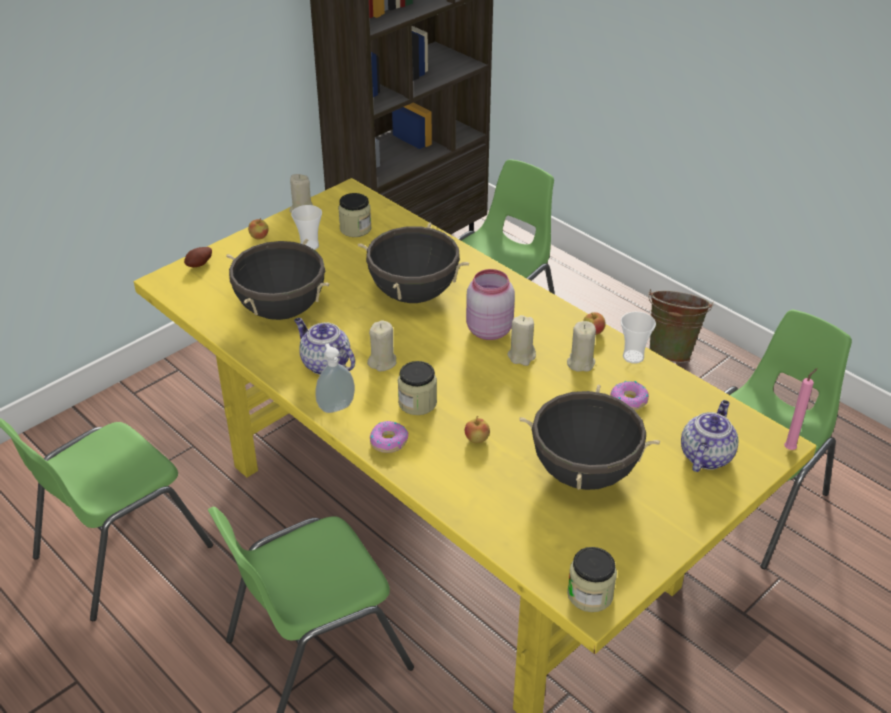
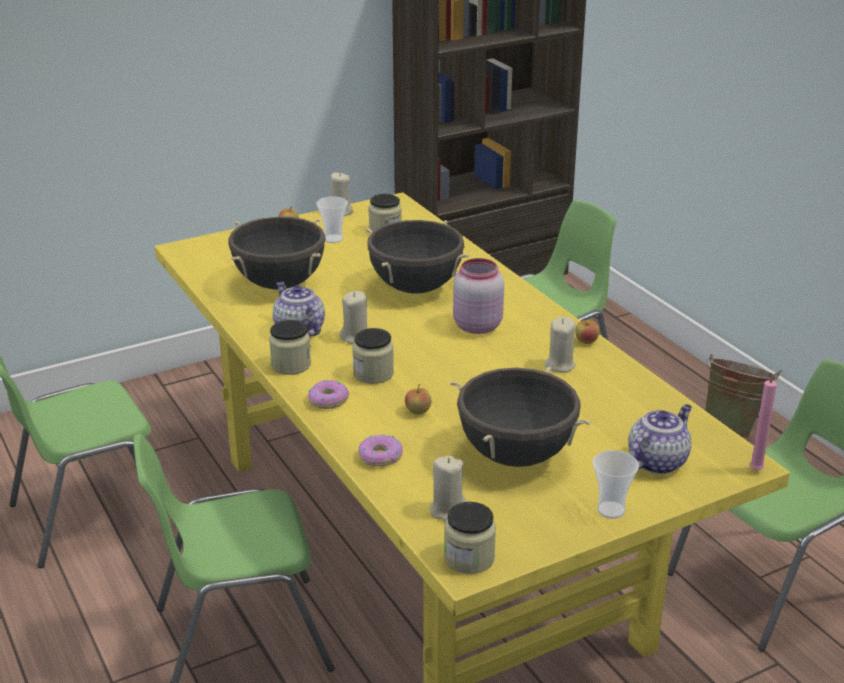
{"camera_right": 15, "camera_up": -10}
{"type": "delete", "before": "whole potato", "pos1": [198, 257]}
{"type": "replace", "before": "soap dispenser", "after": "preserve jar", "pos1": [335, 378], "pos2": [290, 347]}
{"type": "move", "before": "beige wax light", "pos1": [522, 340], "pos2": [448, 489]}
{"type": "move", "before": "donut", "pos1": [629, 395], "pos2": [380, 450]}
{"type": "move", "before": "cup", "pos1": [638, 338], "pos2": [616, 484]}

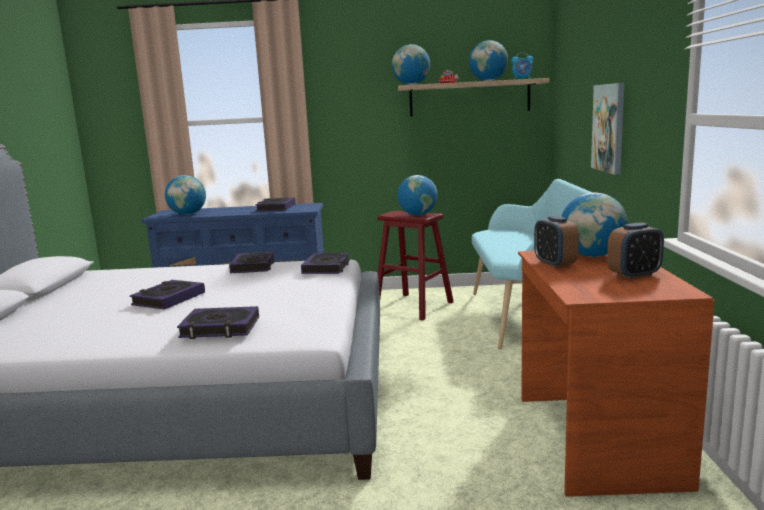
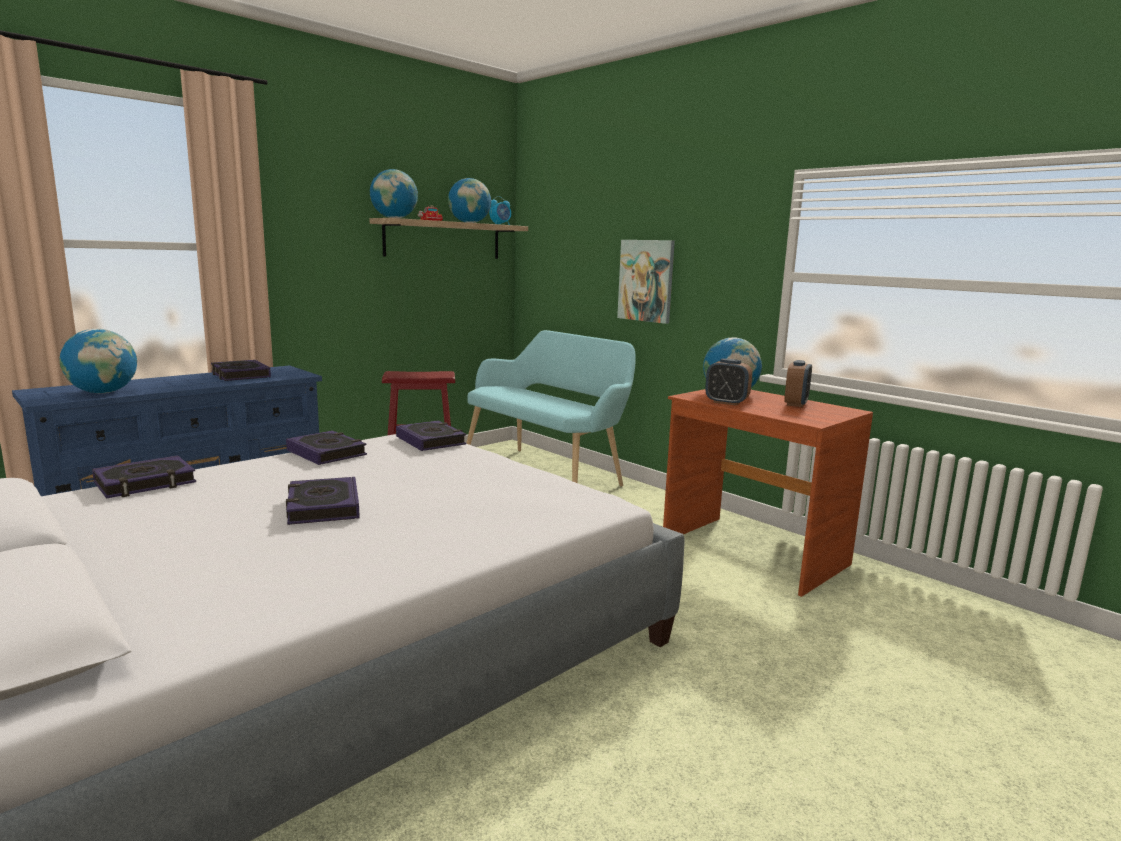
{"camera_right": -45, "camera_up": 0}
{"type": "move", "before": "book", "pos1": [218, 322], "pos2": [144, 476]}
{"type": "delete", "before": "world globe", "pos1": [417, 195]}

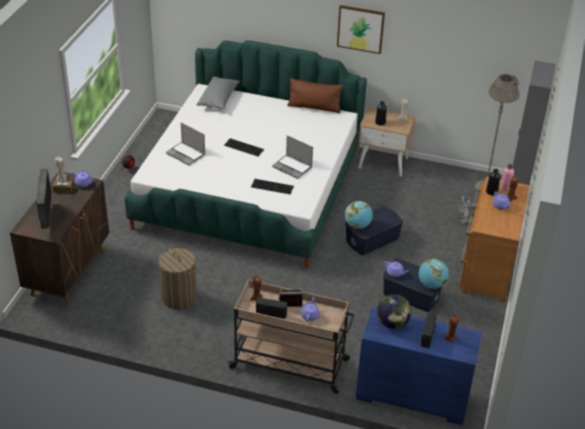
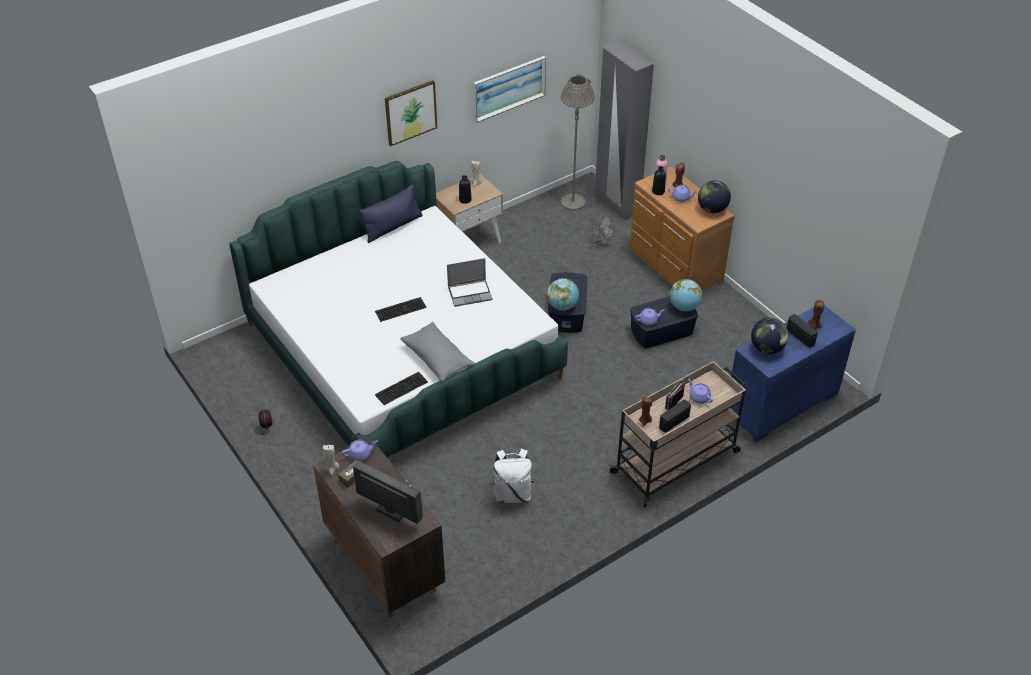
{"camera_right": -50, "camera_up": 5}
{"type": "replace", "before": "washing basket", "after": "white-coloured knapsack", "pos1": [178, 279], "pos2": [512, 476]}
{"type": "delete", "before": "notebook computer", "pos1": [185, 144]}
{"type": "move", "before": "gray throw pillow", "pos1": [218, 93], "pos2": [437, 352]}
{"type": "move", "before": "PC keyboard", "pos1": [272, 187], "pos2": [401, 388]}
{"type": "recolor", "before": "brown-coloured throw pillow", "after": "blue-coloured throw pillow", "pos1": [315, 95], "pos2": [391, 213]}
{"type": "insert", "after": "wall art", "pos2": [509, 89]}
{"type": "insert", "after": "world globe", "pos2": [714, 197]}

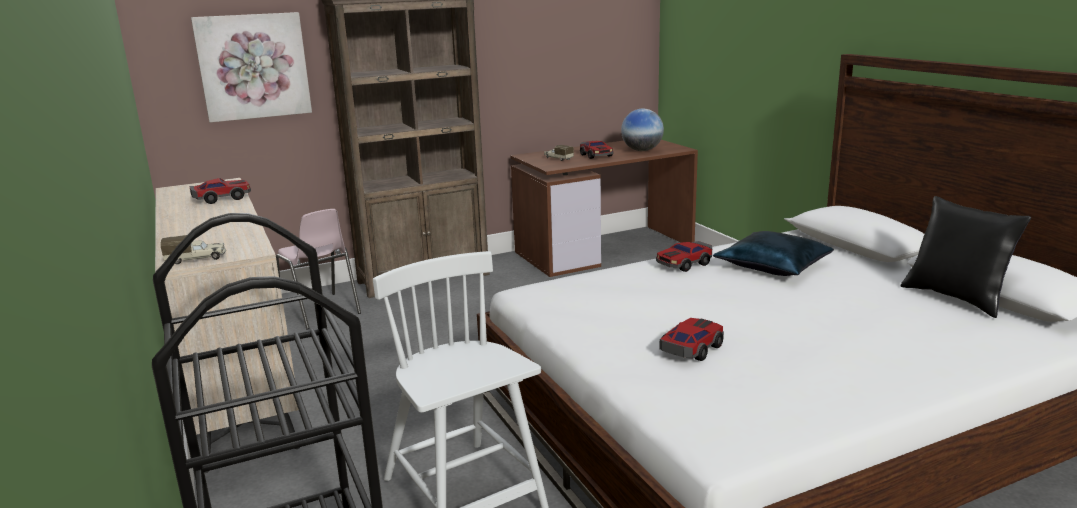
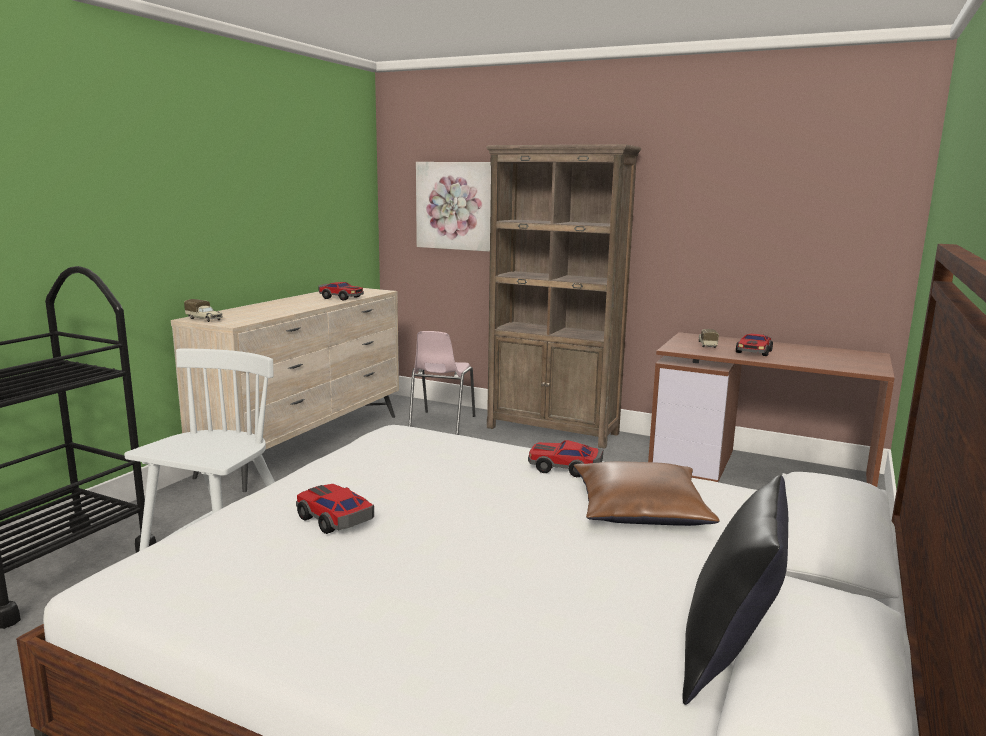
{"camera_right": 50, "camera_up": -5}
{"type": "delete", "before": "world globe", "pos1": [642, 130]}
{"type": "rotate", "before": "model car", "pos1": [692, 339], "pos2": [335, 509], "turn": -135}
{"type": "recolor", "before": "blue-coloured throw pillow", "after": "brown-coloured throw pillow", "pos1": [773, 253], "pos2": [646, 493]}

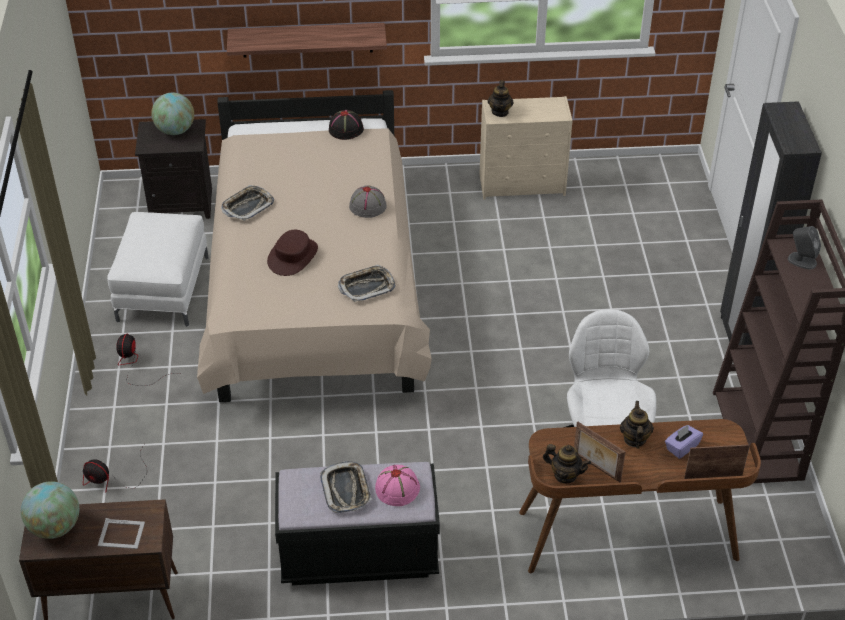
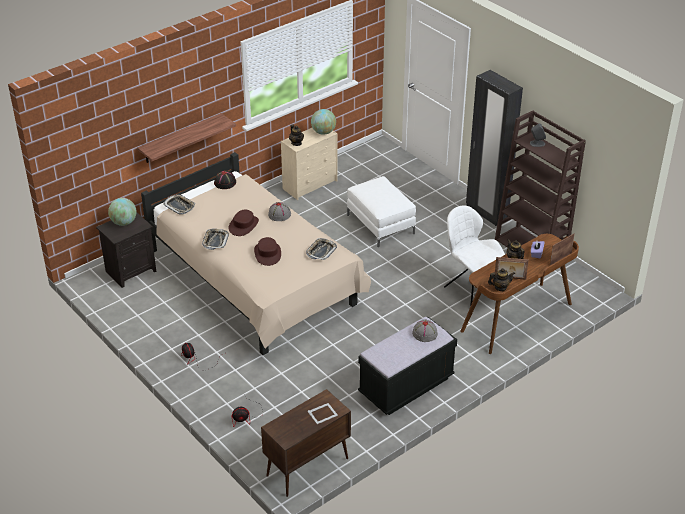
{"camera_right": -35, "camera_up": -5}
{"type": "move", "before": "world globe", "pos1": [50, 510], "pos2": [323, 122]}
{"type": "move", "before": "white-coloured footrest", "pos1": [158, 269], "pos2": [381, 211]}
{"type": "move", "before": "carrying tray", "pos1": [346, 487], "pos2": [179, 204]}
{"type": "recolor", "before": "pink-coloured clothing hat", "after": "gray clothing hat", "pos1": [397, 485], "pos2": [425, 331]}
{"type": "insert", "after": "brown-coloured clothing hat", "pos2": [244, 222]}

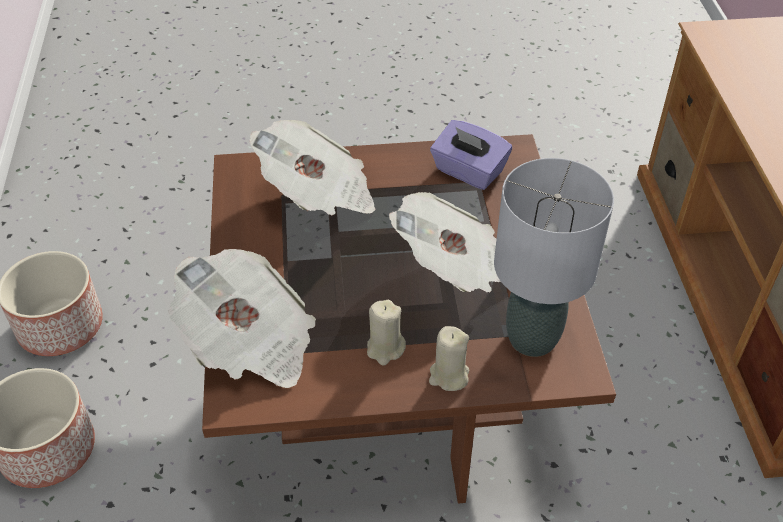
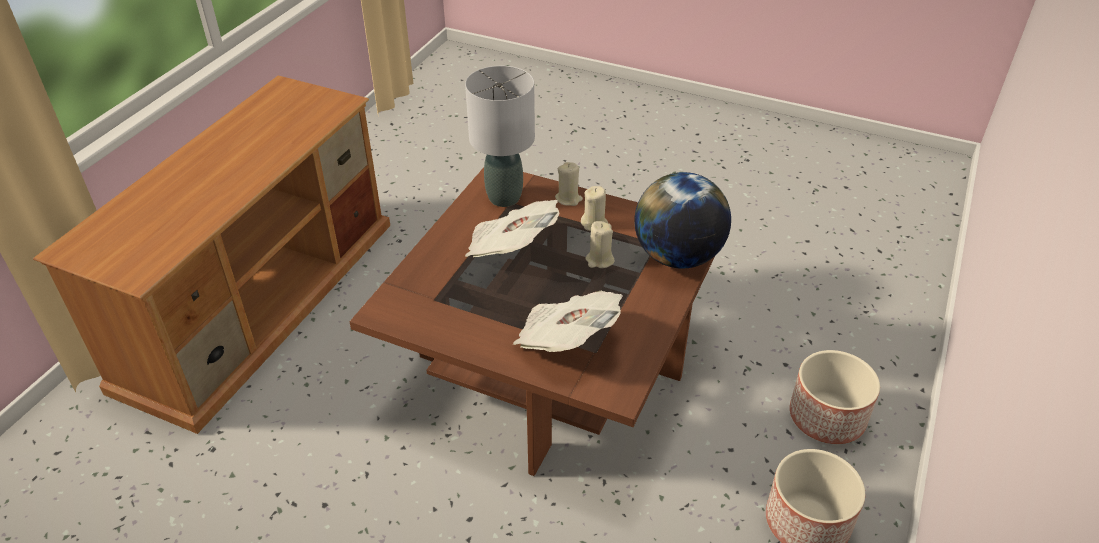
{"camera_right": -150, "camera_up": -5}
{"type": "replace", "before": "newspaper", "after": "world globe", "pos1": [242, 318], "pos2": [682, 220]}
{"type": "delete", "before": "purple-coloured box of tissues", "pos1": [471, 155]}
{"type": "insert", "after": "beige wax light", "pos2": [600, 244]}

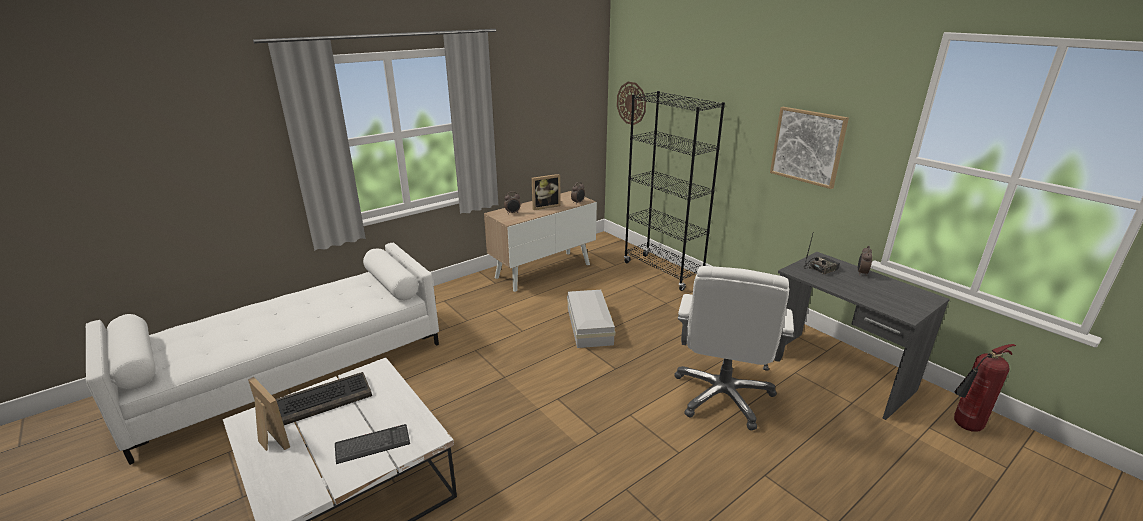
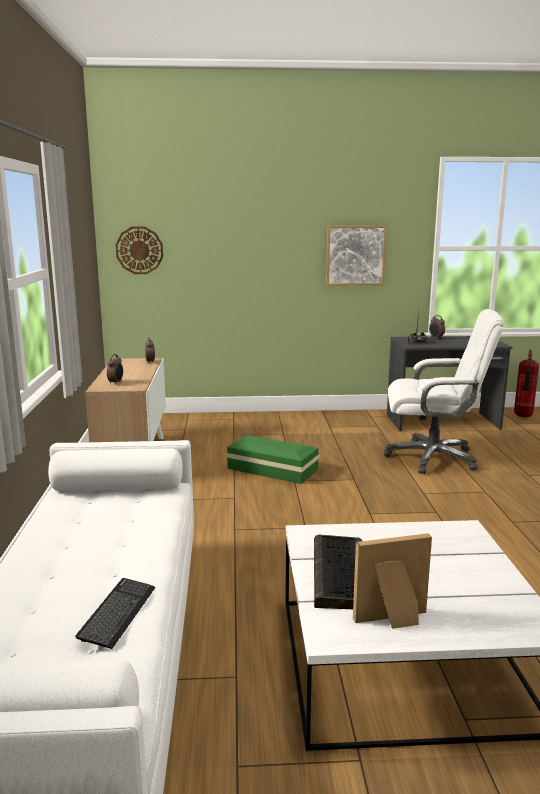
{"camera_right": -55, "camera_up": -10}
{"type": "move", "before": "PC keyboard", "pos1": [372, 444], "pos2": [115, 613]}
{"type": "delete", "before": "picture frame", "pos1": [546, 192]}
{"type": "recolor", "before": "white-coloured storage box", "after": "green storage box", "pos1": [591, 319], "pos2": [273, 459]}
{"type": "delete", "before": "black shelving unit", "pos1": [674, 191]}
{"type": "rotate", "before": "white-coloured computer chair", "pos1": [734, 348], "pos2": [444, 391], "turn": -45}

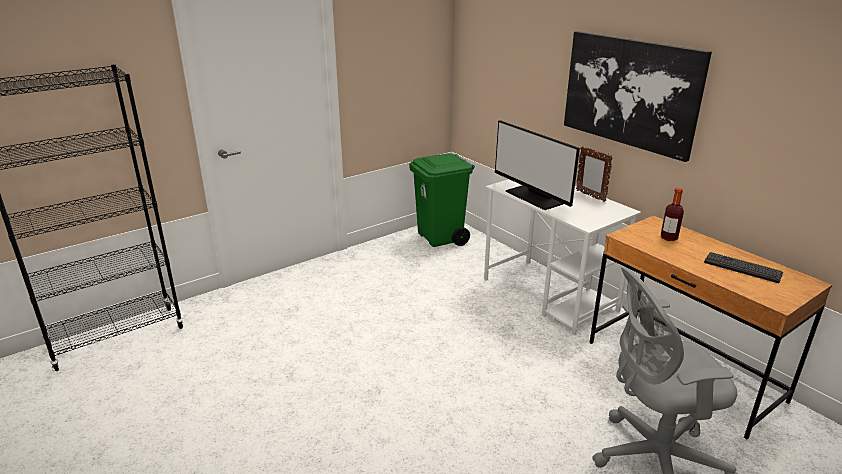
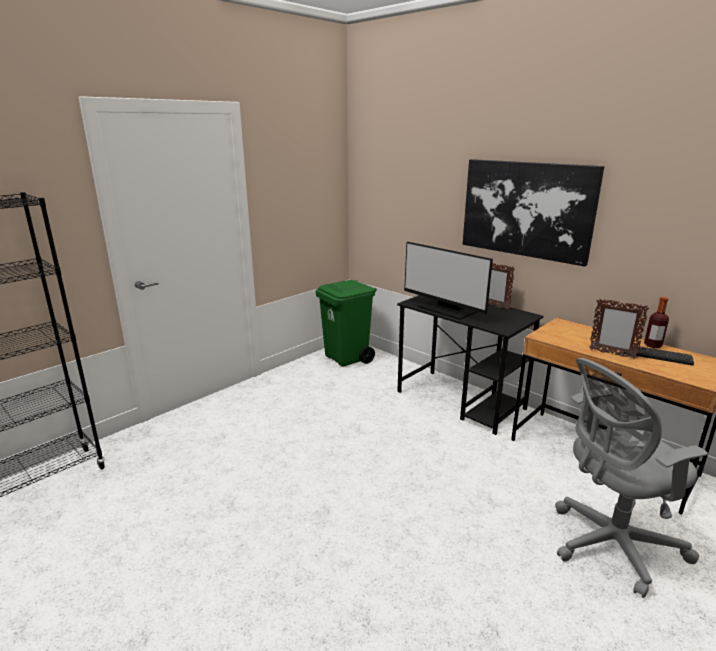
{"camera_right": -10, "camera_up": -5}
{"type": "recolor", "before": "white-coloured desk table", "after": "black desk table", "pos1": [562, 257], "pos2": [470, 365]}
{"type": "move", "before": "drink bottle", "pos1": [672, 214], "pos2": [656, 322]}
{"type": "insert", "after": "picture frame", "pos2": [619, 329]}

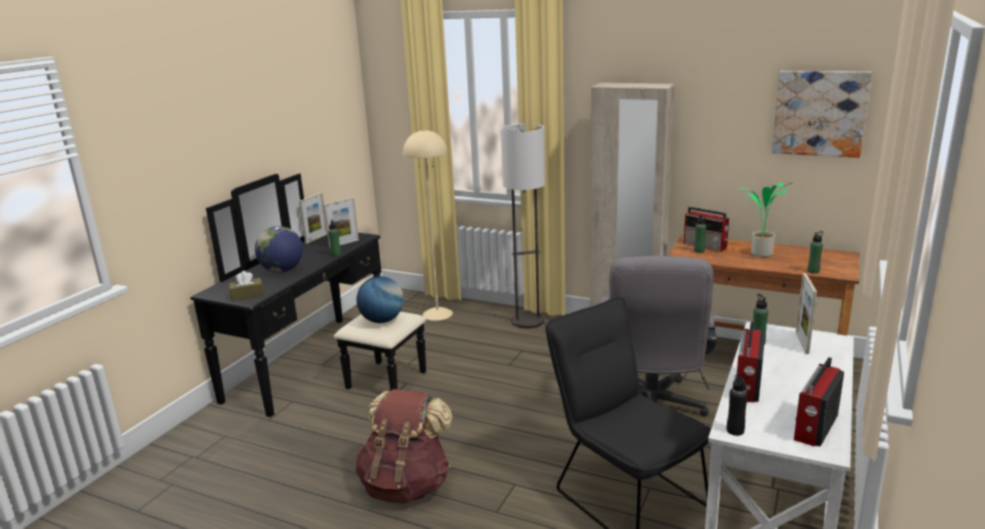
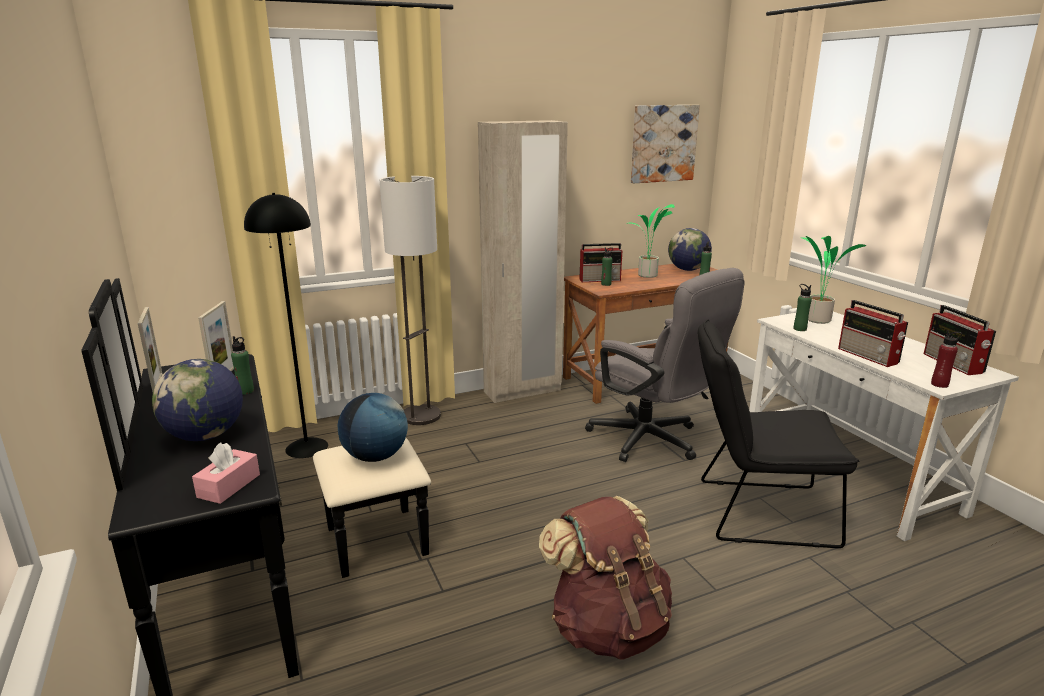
{"camera_right": -50, "camera_up": 0}
{"type": "recolor", "before": "brown-coloured box of tissues", "after": "pink-coloured box of tissues", "pos1": [246, 286], "pos2": [226, 473]}
{"type": "recolor", "before": "beige floor lamp", "after": "black floor lamp", "pos1": [428, 225], "pos2": [286, 325]}
{"type": "recolor", "before": "black drink bottle", "after": "red-coloured drink bottle", "pos1": [737, 404], "pos2": [946, 359]}
{"type": "replace", "before": "picture frame", "after": "houseplant", "pos1": [806, 313], "pos2": [834, 280]}
{"type": "insert", "after": "world globe", "pos2": [690, 249]}

